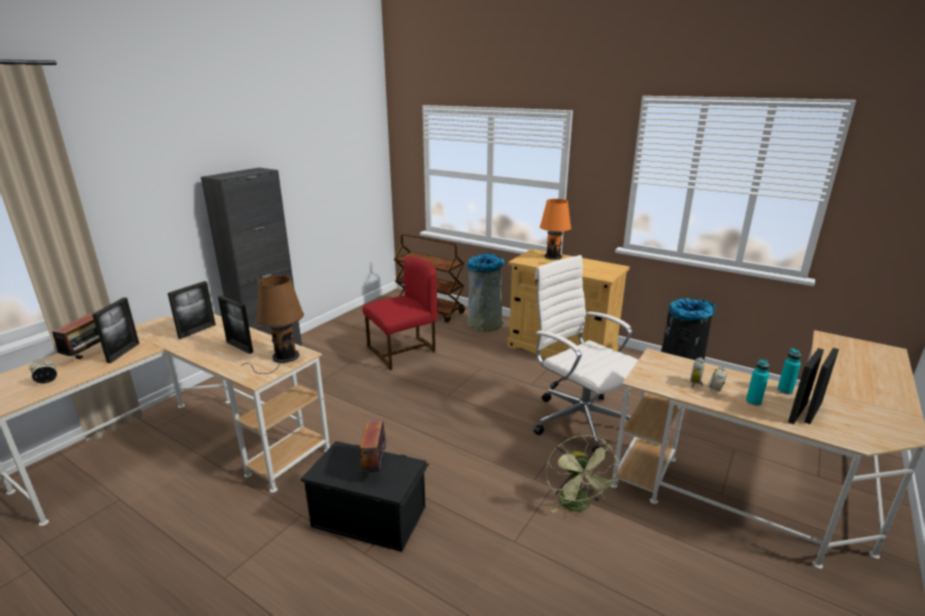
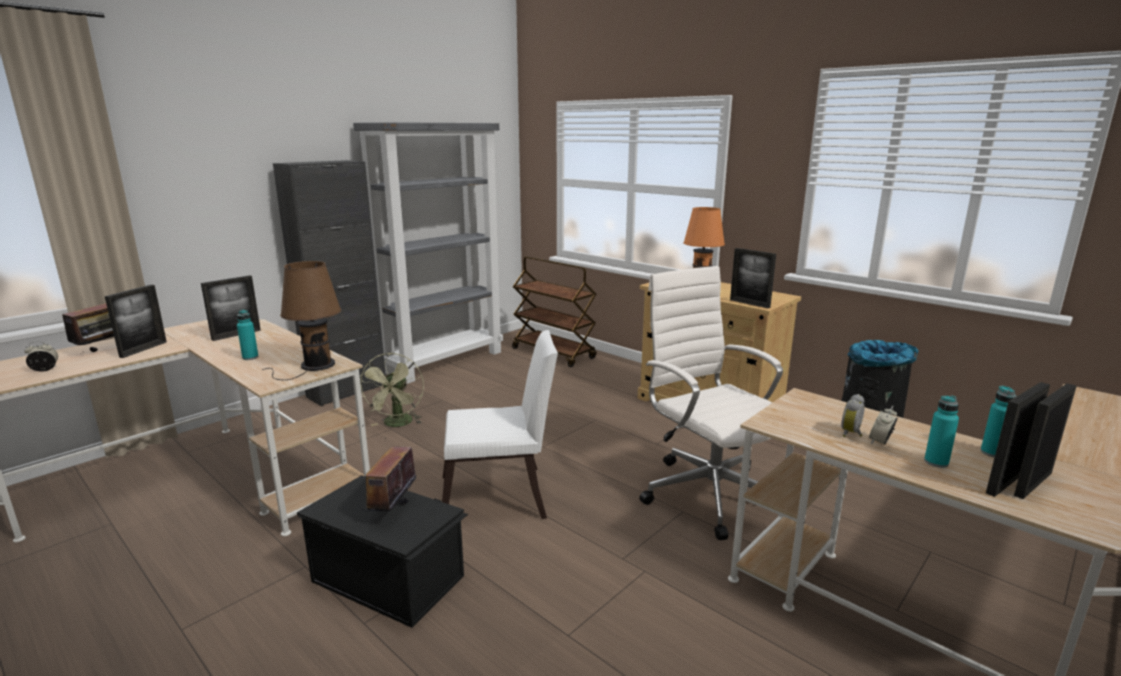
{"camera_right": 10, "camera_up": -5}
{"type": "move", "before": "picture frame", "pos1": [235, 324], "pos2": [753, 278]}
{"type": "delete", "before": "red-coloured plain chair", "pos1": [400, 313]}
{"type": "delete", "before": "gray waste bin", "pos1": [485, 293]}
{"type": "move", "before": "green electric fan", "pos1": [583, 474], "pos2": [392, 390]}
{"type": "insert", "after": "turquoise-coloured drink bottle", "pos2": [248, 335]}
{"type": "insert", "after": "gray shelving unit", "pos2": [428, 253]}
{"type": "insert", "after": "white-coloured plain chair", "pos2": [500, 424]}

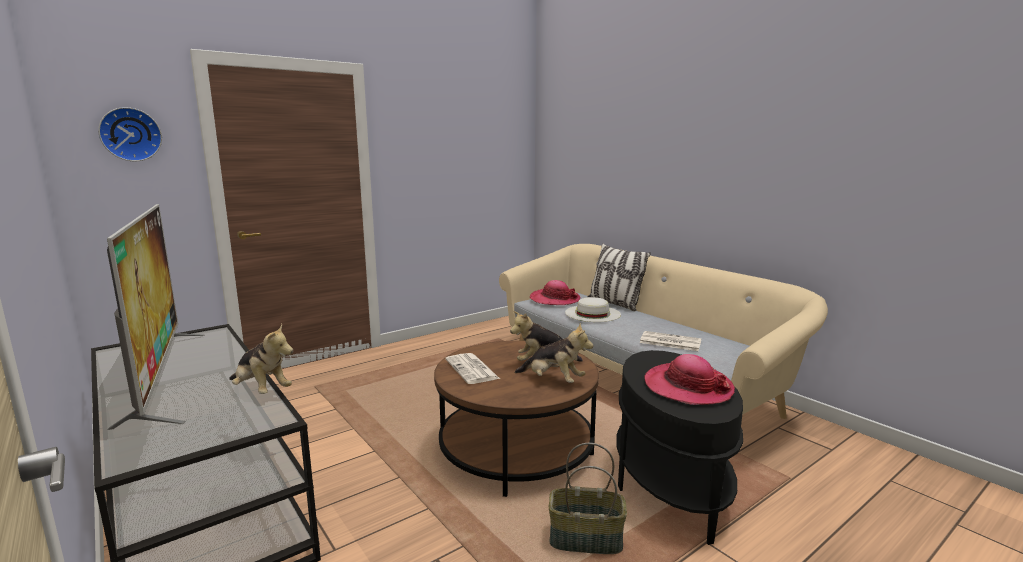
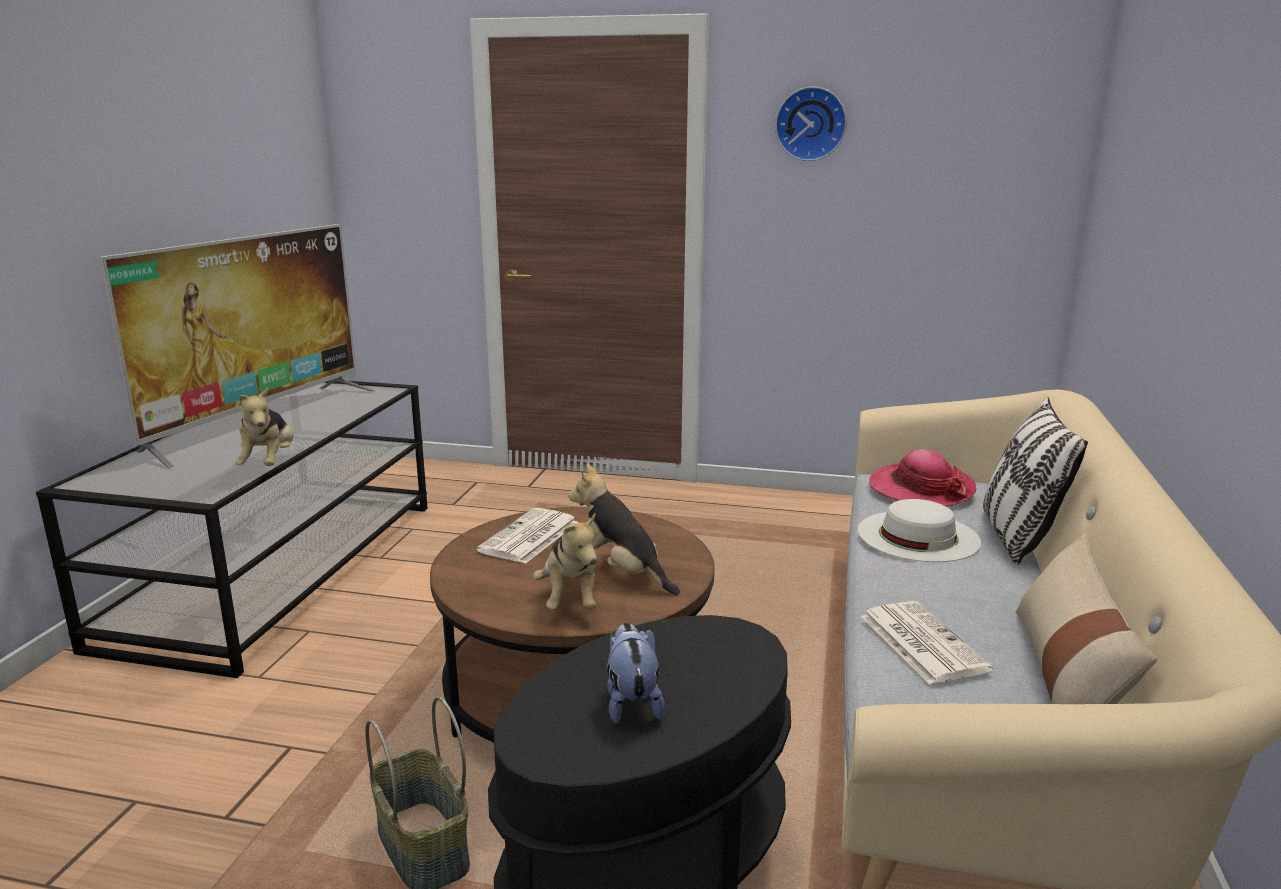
{"camera_right": 50, "camera_up": 5}
{"type": "move", "before": "wall clock", "pos1": [130, 134], "pos2": [811, 123]}
{"type": "replace", "before": "clothing hat", "after": "soft toy", "pos1": [689, 379], "pos2": [636, 673]}
{"type": "insert", "after": "beige throw pillow", "pos2": [1087, 618]}

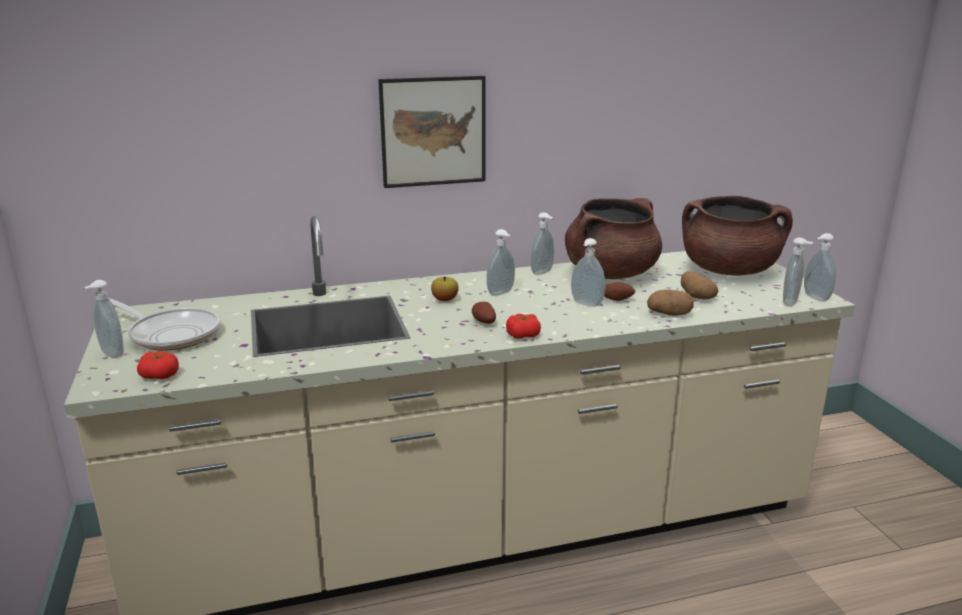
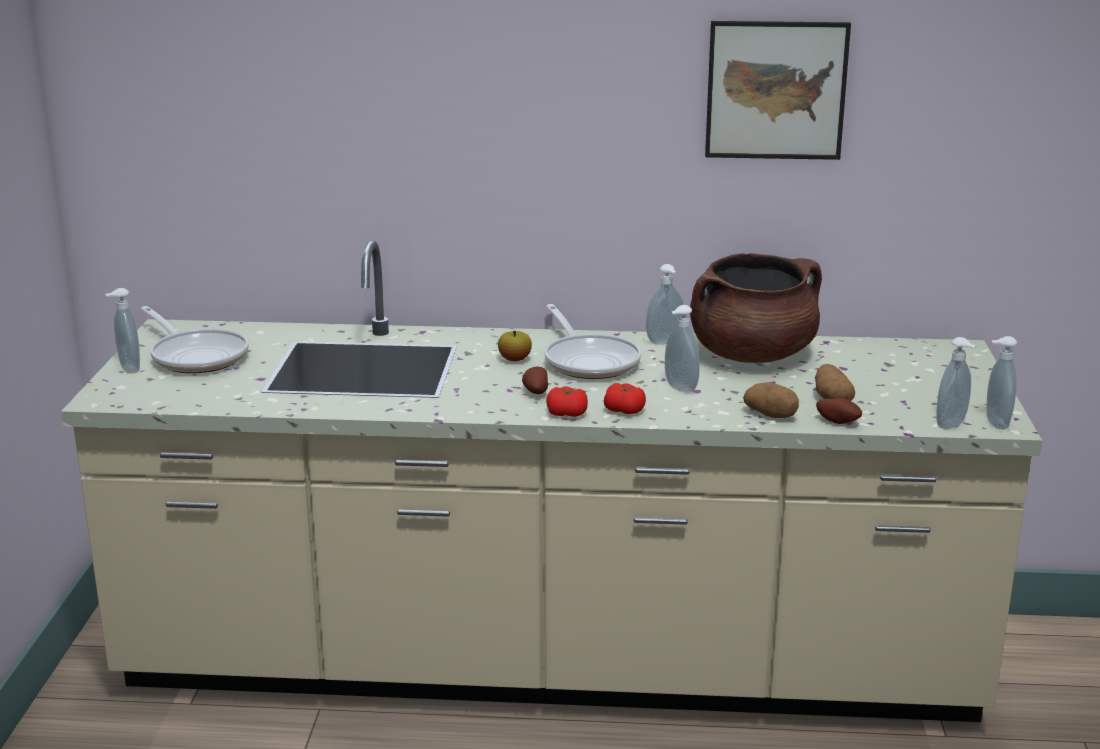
{"camera_right": 20, "camera_up": 0}
{"type": "move", "before": "tomato", "pos1": [158, 365], "pos2": [625, 398]}
{"type": "move", "before": "wall art", "pos1": [432, 132], "pos2": [778, 90]}
{"type": "replace", "before": "soap dispenser", "after": "frying pan", "pos1": [500, 262], "pos2": [592, 341]}
{"type": "move", "before": "whole potato", "pos1": [619, 291], "pos2": [839, 411]}
{"type": "delete", "before": "brown-coloured saucepot", "pos1": [737, 236]}

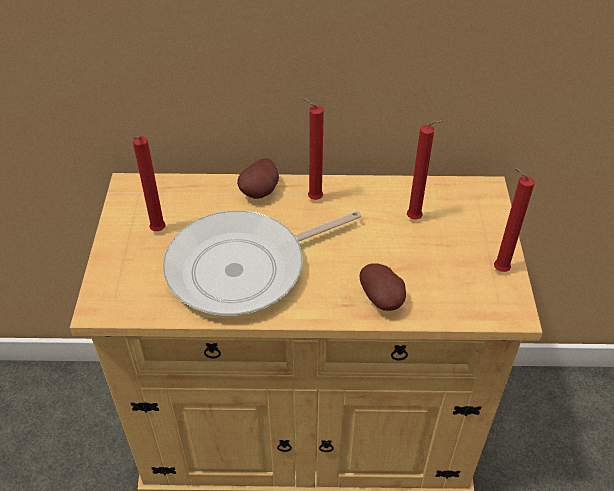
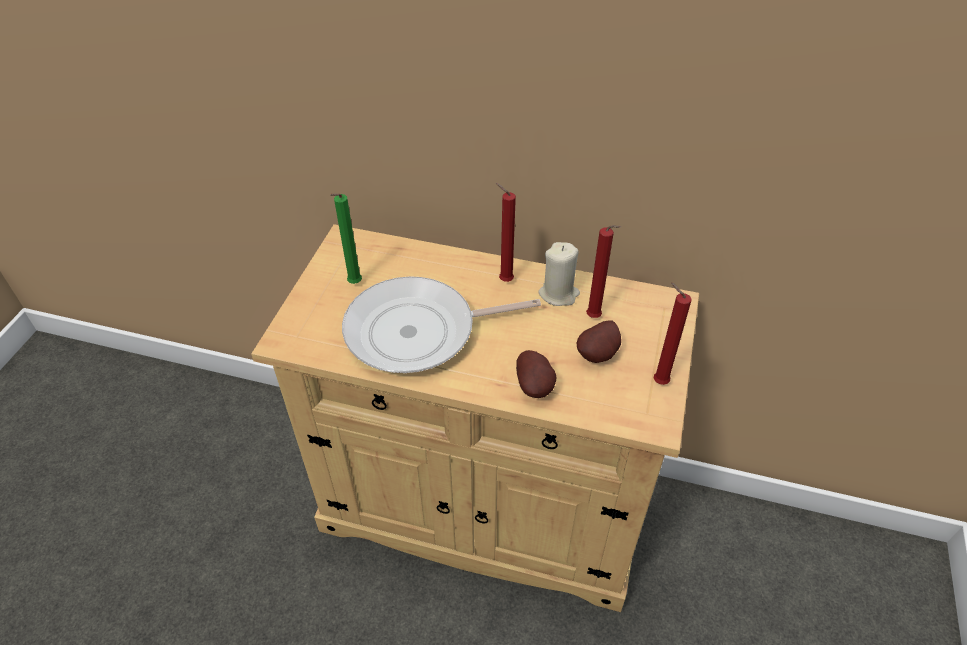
{"camera_right": 15, "camera_up": 0}
{"type": "recolor", "before": "red-coloured wax light", "after": "green wax light", "pos1": [149, 183], "pos2": [346, 239]}
{"type": "move", "before": "whole potato", "pos1": [258, 178], "pos2": [598, 341]}
{"type": "insert", "after": "beige wax light", "pos2": [559, 274]}

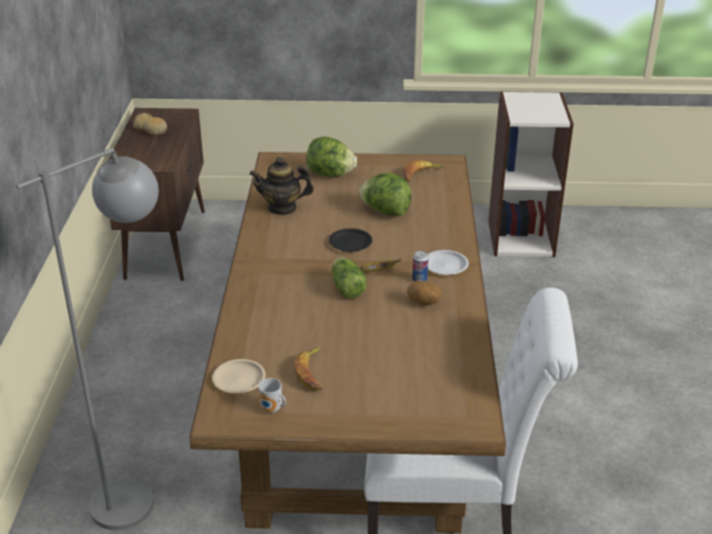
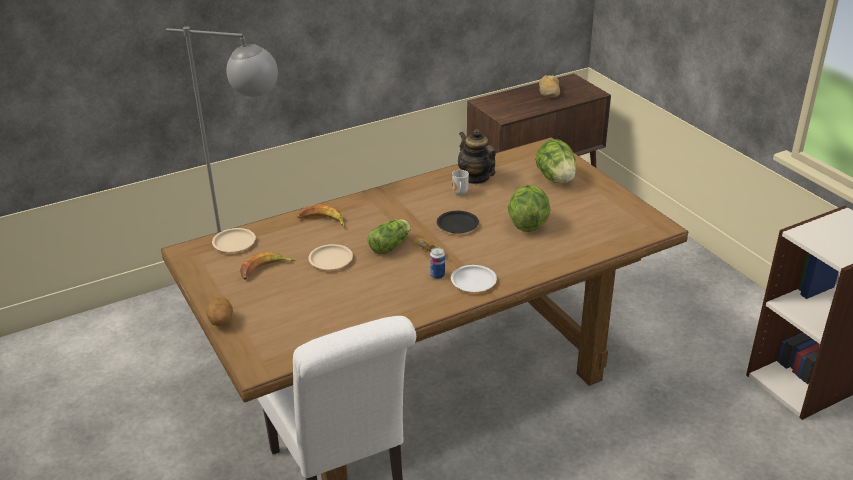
{"camera_right": 60, "camera_up": 0}
{"type": "move", "before": "tea mug", "pos1": [272, 395], "pos2": [460, 182]}
{"type": "move", "before": "whole banana", "pos1": [424, 171], "pos2": [321, 215]}
{"type": "move", "before": "whole potato", "pos1": [424, 293], "pos2": [219, 311]}
{"type": "insert", "after": "beige plate", "pos2": [330, 257]}

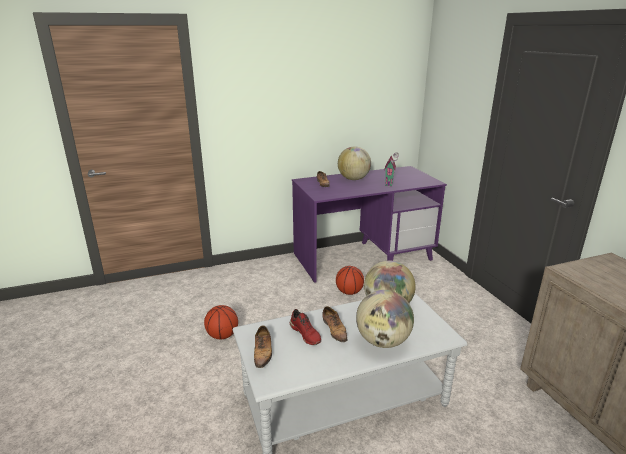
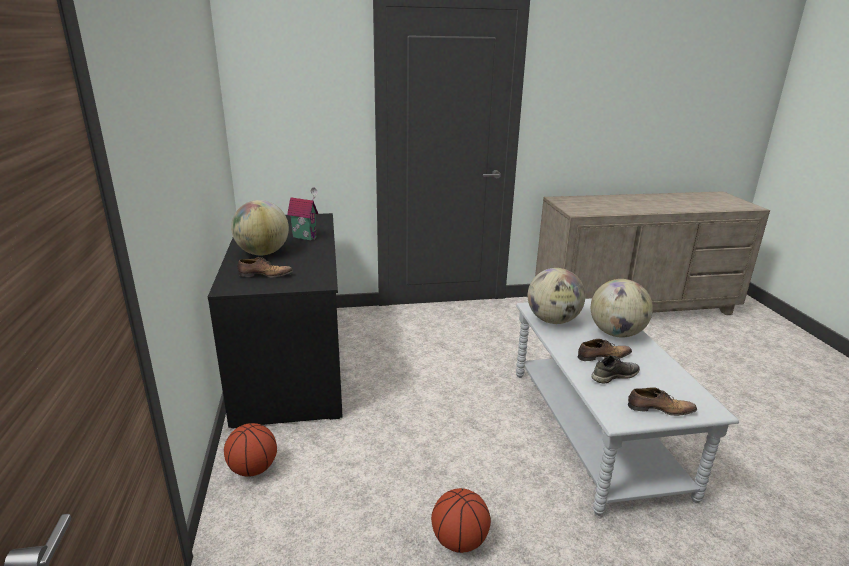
{"camera_right": -80, "camera_up": 0}
{"type": "recolor", "before": "red-coloured item of footwear", "after": "gray item of footwear", "pos1": [305, 327], "pos2": [615, 369]}
{"type": "recolor", "before": "purple-coloured desk table", "after": "black desk table", "pos1": [369, 224], "pos2": [275, 321]}
{"type": "move", "before": "ball for basketball", "pos1": [350, 280], "pos2": [250, 450]}

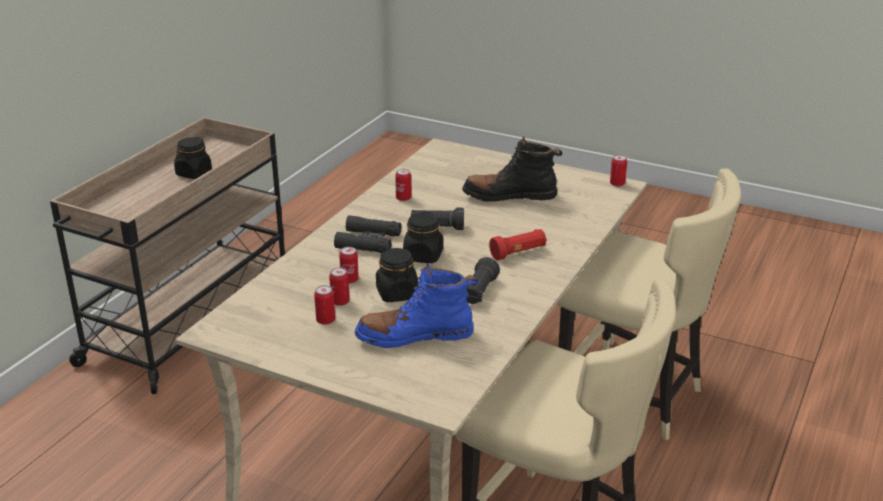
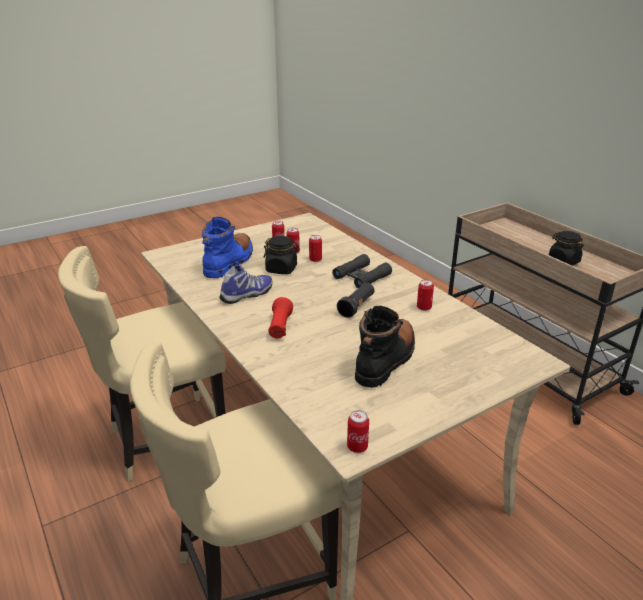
{"camera_right": 120, "camera_up": 0}
{"type": "delete", "before": "black preserve jar", "pos1": [423, 237]}
{"type": "replace", "before": "black flashlight", "after": "item of footwear", "pos1": [483, 280], "pos2": [246, 284]}

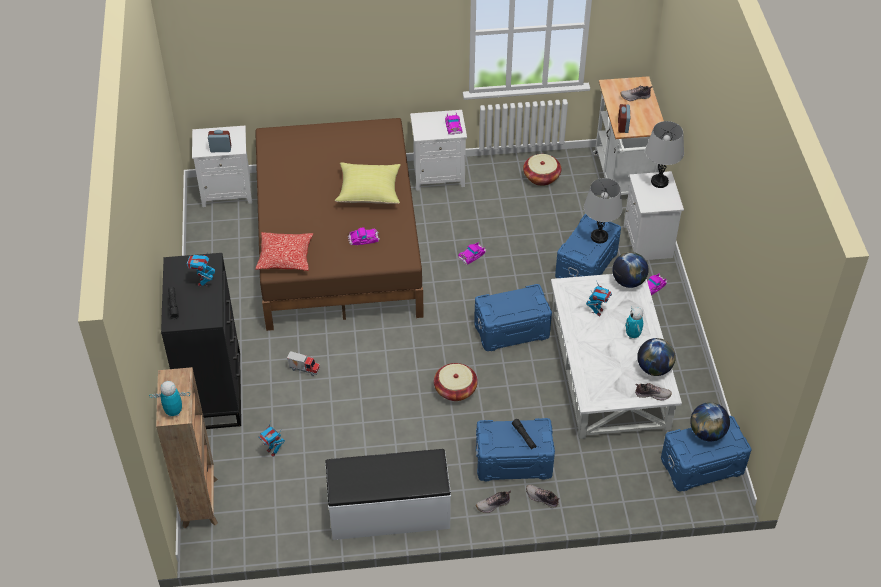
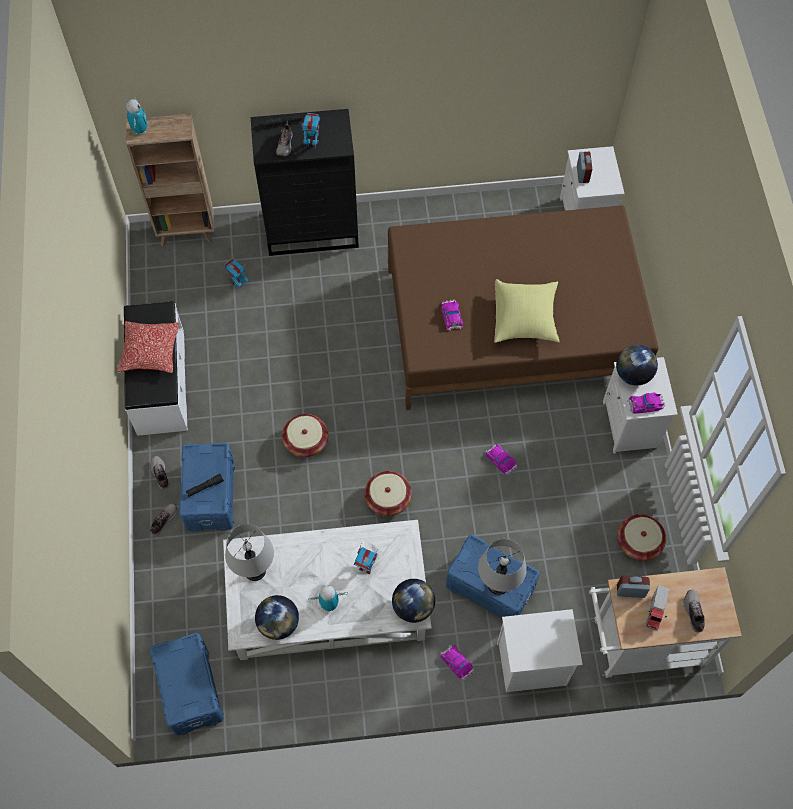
{"camera_right": 90, "camera_up": 15}
{"type": "move", "before": "throw pillow", "pos1": [284, 251], "pos2": [148, 347]}
{"type": "move", "before": "toy lorry", "pos1": [303, 363], "pos2": [657, 608]}
{"type": "replace", "before": "blue-coloured storage box", "after": "basket", "pos1": [513, 317], "pos2": [388, 493]}
{"type": "move", "before": "item of footwear", "pos1": [653, 391], "pos2": [284, 138]}
{"type": "move", "before": "gray table lamp", "pos1": [664, 154], "pos2": [249, 552]}
{"type": "move", "before": "world globe", "pos1": [710, 421], "pos2": [637, 365]}

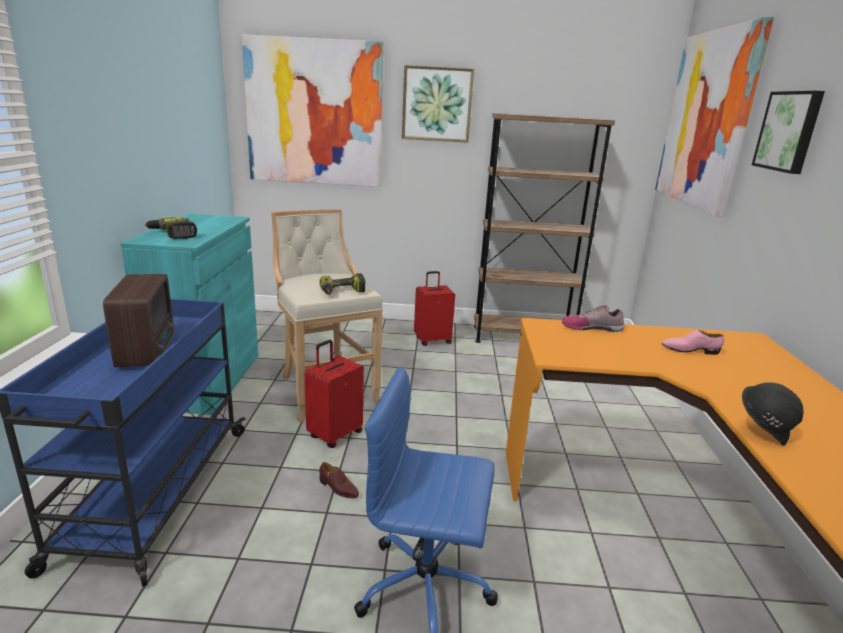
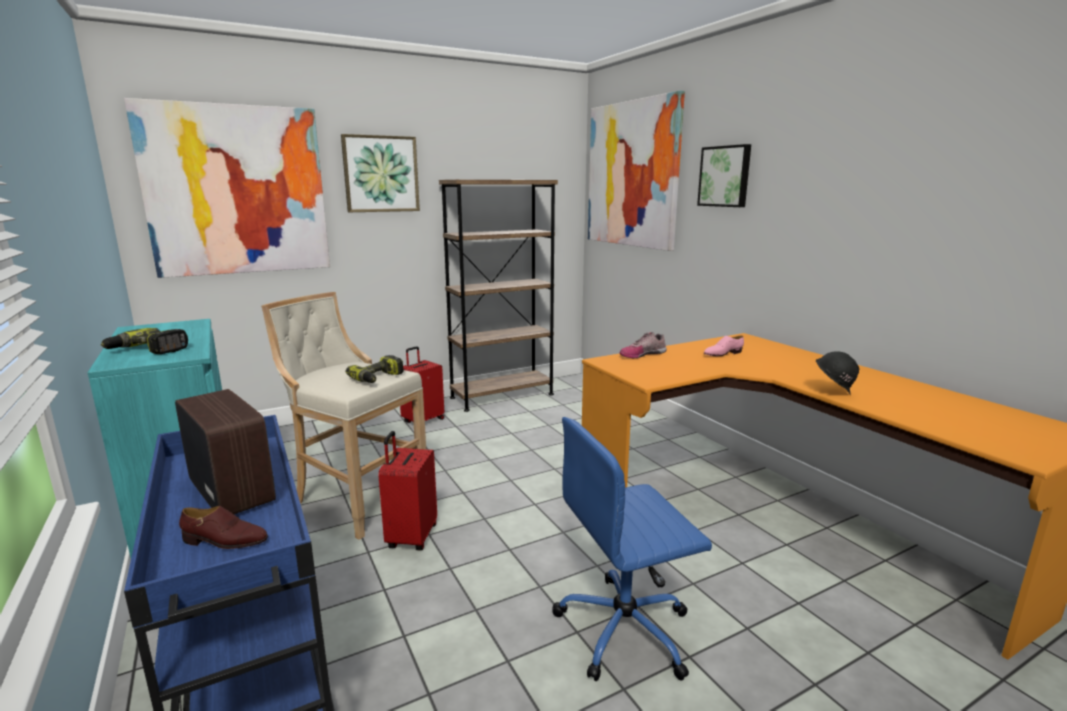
{"camera_right": -30, "camera_up": -5}
{"type": "move", "before": "brown-coloured item of footwear", "pos1": [339, 480], "pos2": [223, 527]}

